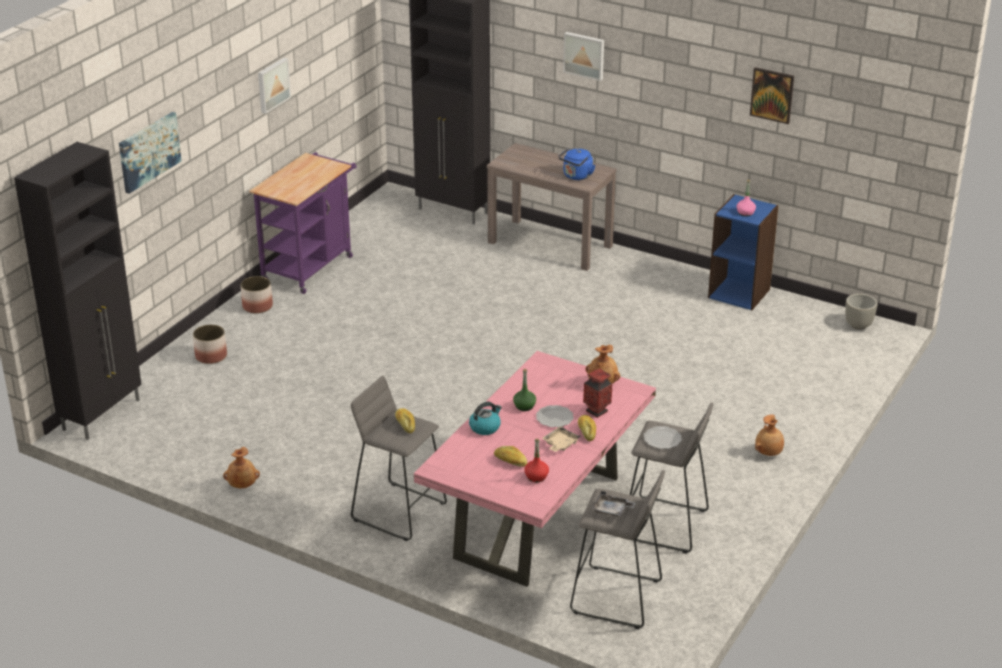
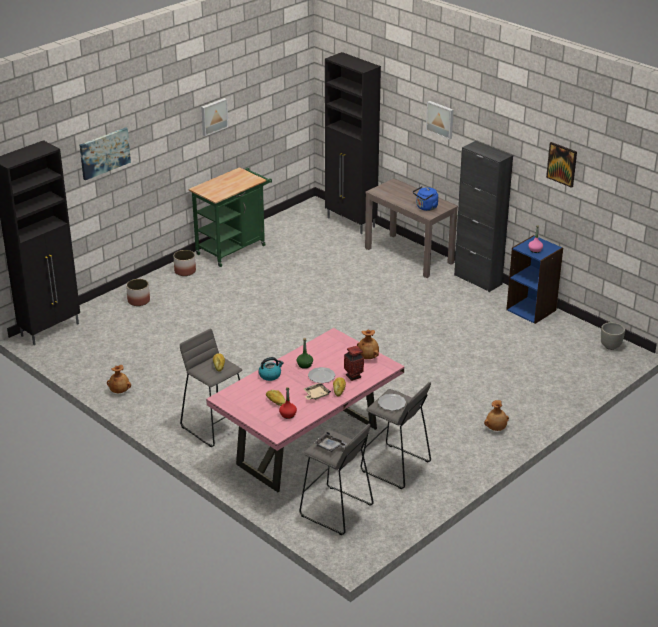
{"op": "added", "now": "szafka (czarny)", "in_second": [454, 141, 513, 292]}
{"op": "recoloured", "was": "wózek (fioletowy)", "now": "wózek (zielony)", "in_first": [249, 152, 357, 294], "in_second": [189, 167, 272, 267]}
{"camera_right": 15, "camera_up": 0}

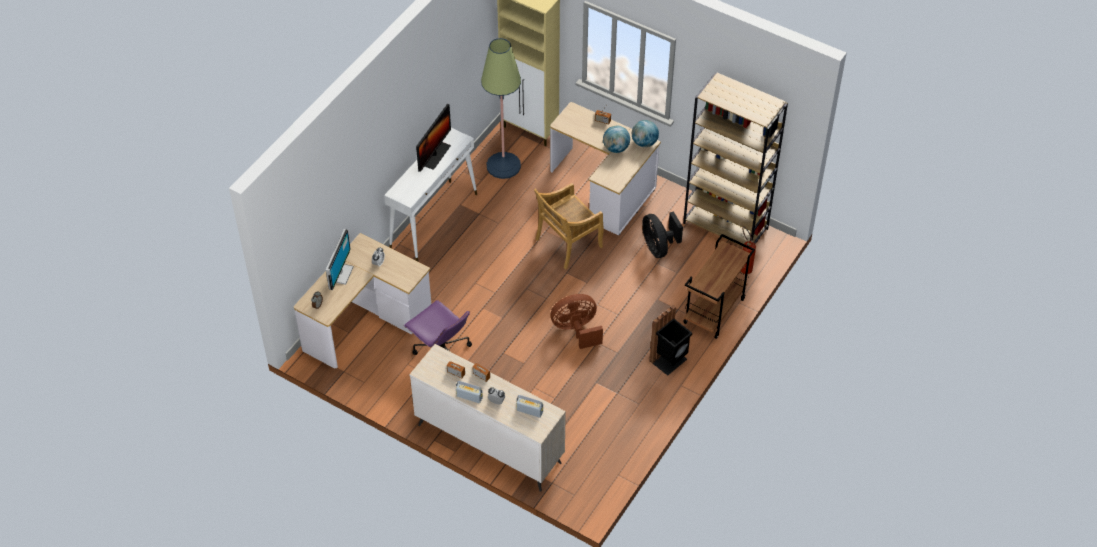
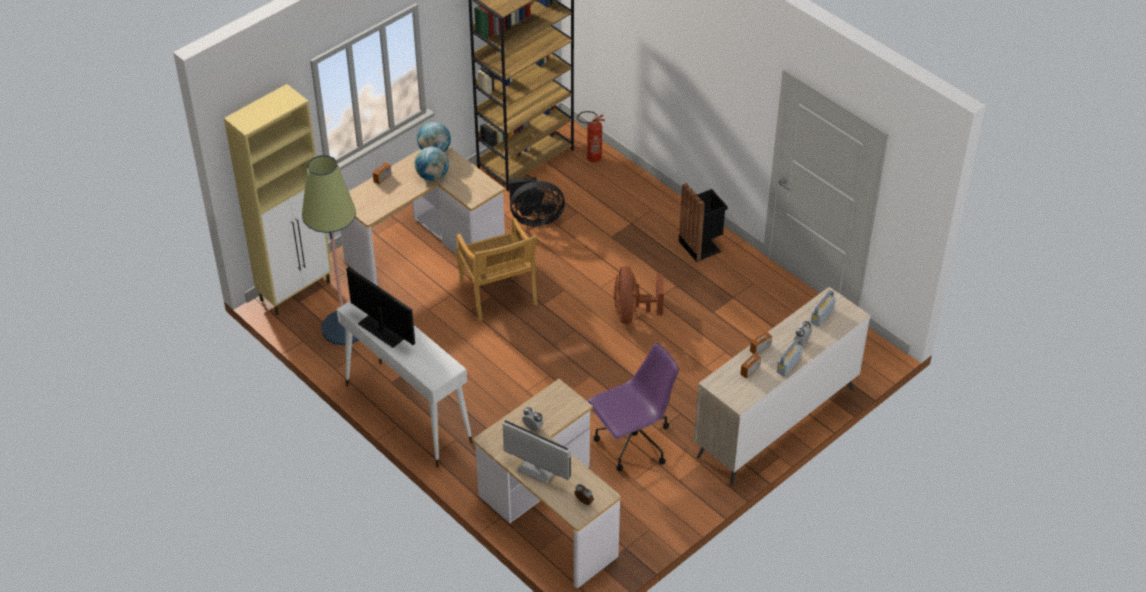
{"op": "removed", "was": "wózek (brązowy)", "in_first": [683, 234, 755, 339]}
{"camera_right": -75, "camera_up": -5}

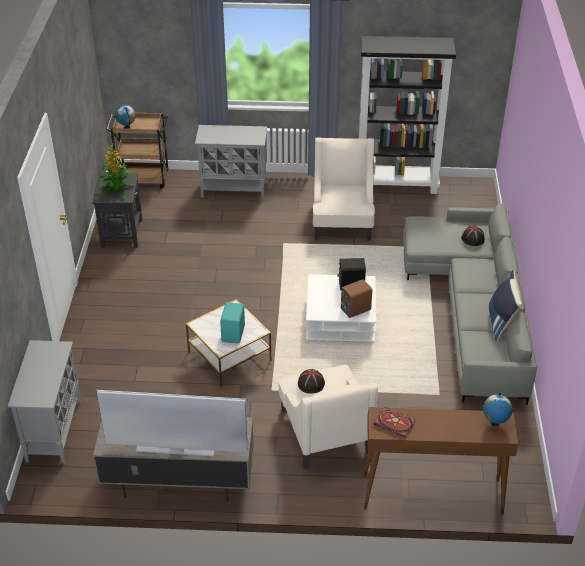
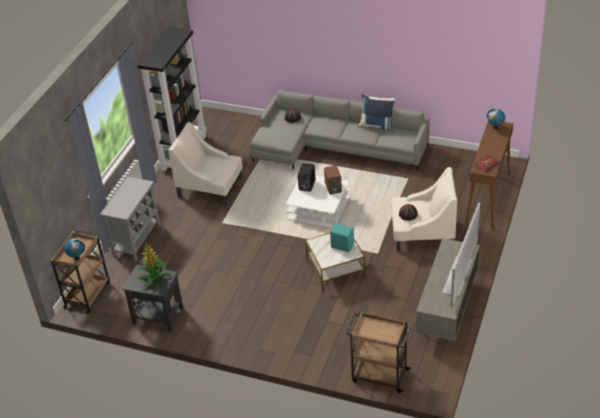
{"op": "replaced", "was": "szafka (szary)", "now": "wózek (brązowy)", "in_first": [7, 340, 82, 464], "in_second": [346, 311, 411, 393]}
{"camera_right": -70, "camera_up": 0}

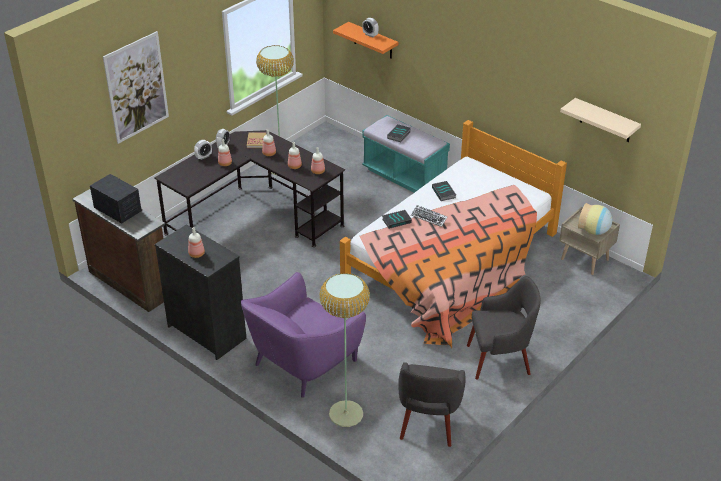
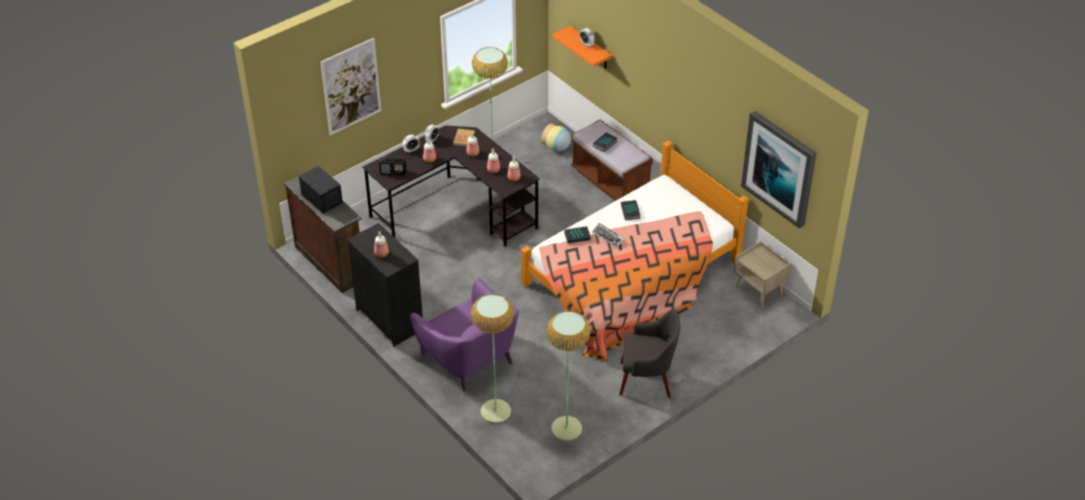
{"op": "added", "now": "radio", "in_second": [379, 157, 406, 176]}
{"op": "moved", "was": "wazon", "in_first": [578, 203, 612, 235], "in_second": [541, 123, 571, 151]}
{"op": "replaced", "was": "fotel (szary)", "now": "lampa stojąca", "in_first": [398, 362, 466, 447], "in_second": [547, 311, 591, 441]}
{"op": "replaced", "was": "półka (beżowy)", "now": "obraz", "in_first": [560, 98, 641, 142], "in_second": [741, 111, 816, 229]}
{"op": "recoloured", "was": "ławka (turkusowy)", "now": "ławka (brązowy)", "in_first": [362, 115, 450, 193], "in_second": [571, 120, 653, 201]}
{"op": "turned", "was": "fotel (fioletowy)", "in_first": [241, 272, 366, 398], "in_second": [410, 278, 519, 391], "clockwise": -90}
{"camera_right": 10, "camera_up": 5}

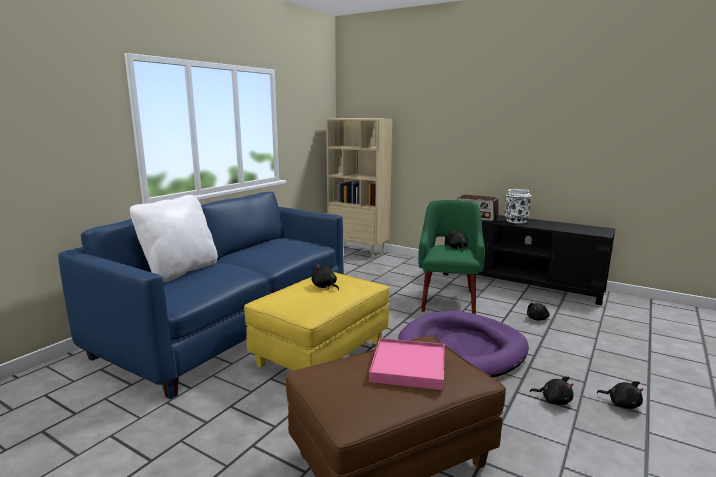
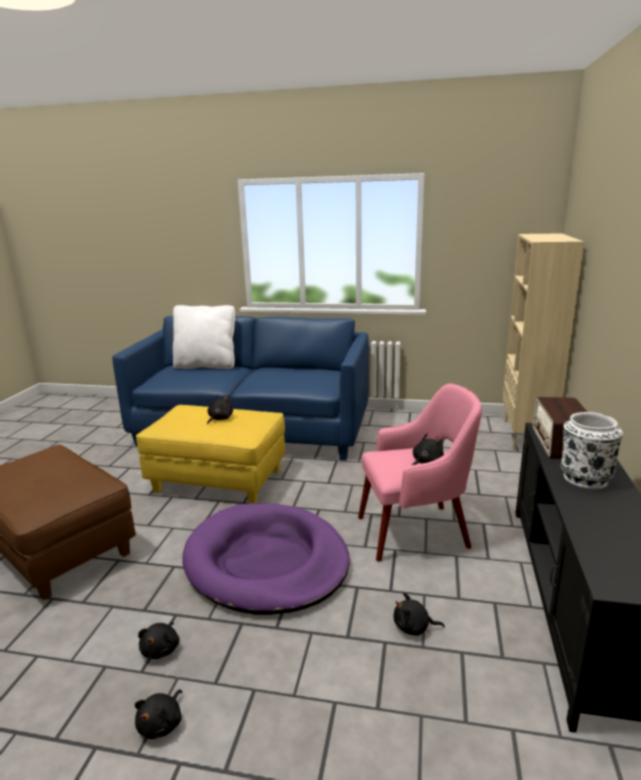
{"op": "removed", "was": "taca (różowy)", "in_first": [369, 338, 445, 390]}
{"op": "recoloured", "was": "fotel (zielony)", "now": "fotel (różowy)", "in_first": [418, 200, 485, 314], "in_second": [358, 383, 482, 562]}
{"camera_right": 70, "camera_up": 5}

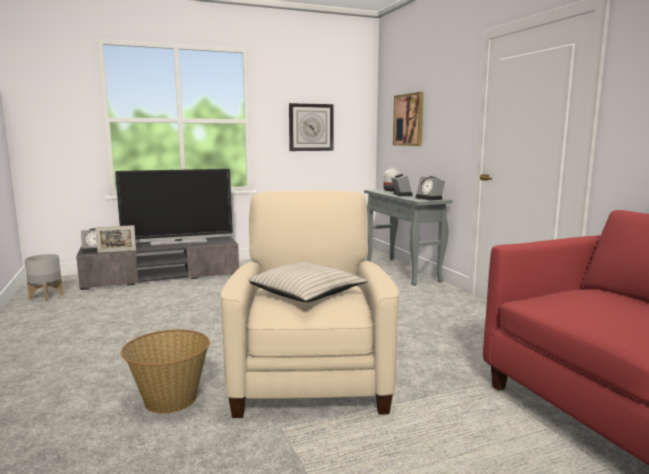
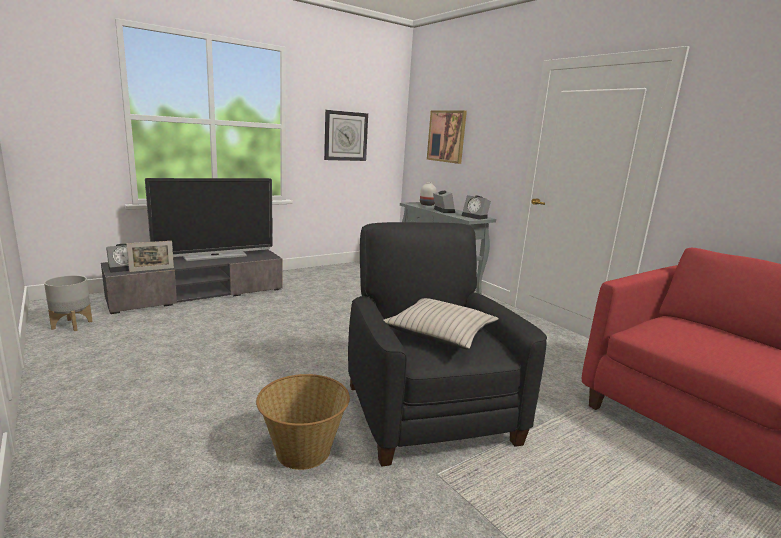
{"op": "recoloured", "was": "fotel (beżowy)", "now": "fotel (czarny)", "in_first": [220, 191, 399, 418], "in_second": [348, 222, 547, 467]}
{"camera_right": -15, "camera_up": 5}

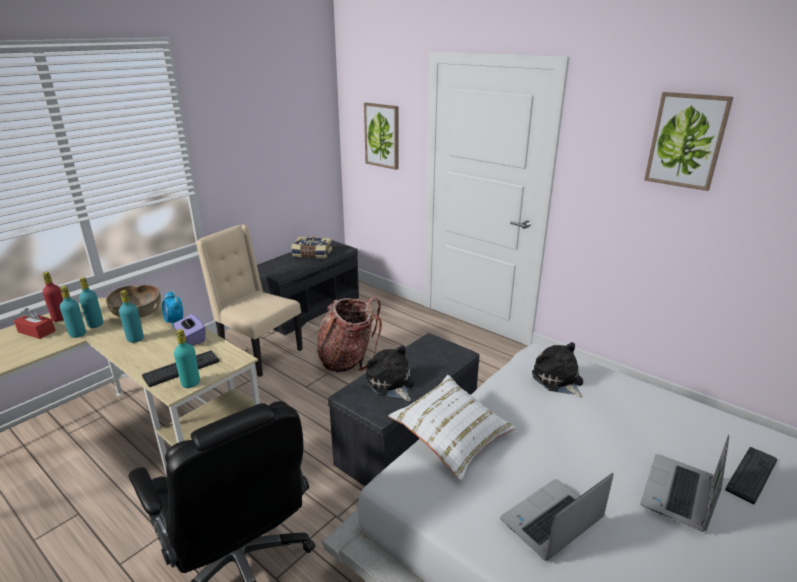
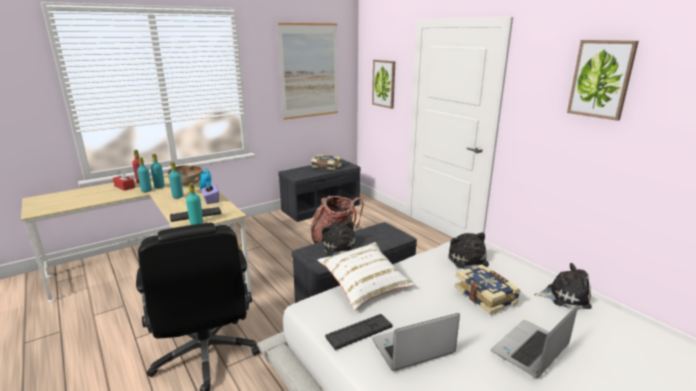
{"op": "removed", "was": "krzesło (beżowy)", "in_first": [196, 224, 303, 377]}
{"op": "added", "now": "obraz", "in_second": [278, 23, 338, 120]}
{"op": "added", "now": "książka", "in_second": [454, 264, 520, 315]}
{"op": "added", "now": "pluszak", "in_second": [534, 263, 592, 310]}
{"op": "moved", "was": "klawiatura", "in_first": [725, 447, 778, 504], "in_second": [325, 314, 392, 350]}
{"camera_right": 15, "camera_up": -5}

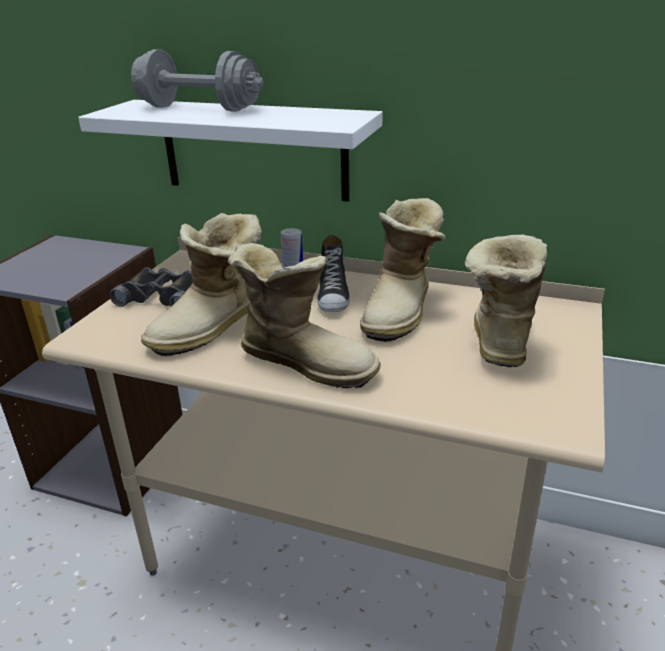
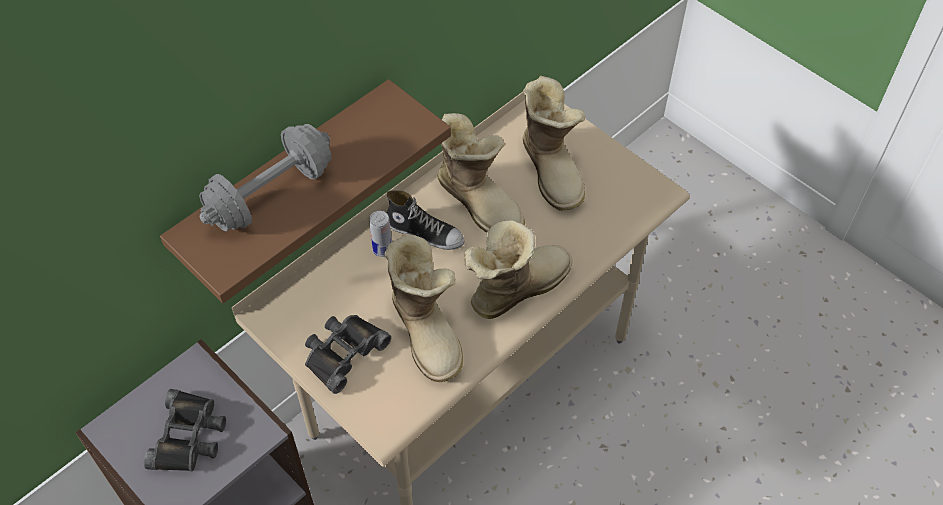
{"op": "added", "now": "lornetka (czarny)", "in_second": [144, 389, 226, 471]}
{"op": "recoloured", "was": "półka (biały)", "now": "półka (brązowy)", "in_first": [78, 100, 383, 202], "in_second": [160, 79, 451, 303]}
{"op": "turned", "was": "but z cholewką", "in_first": [465, 235, 547, 367], "in_second": [523, 76, 585, 211], "clockwise": -150}
{"camera_right": -65, "camera_up": 25}

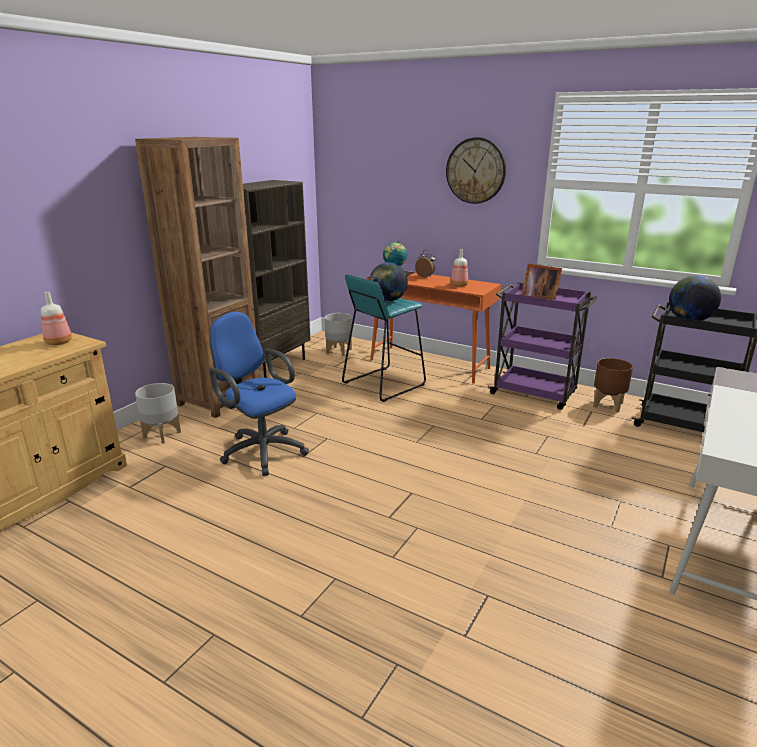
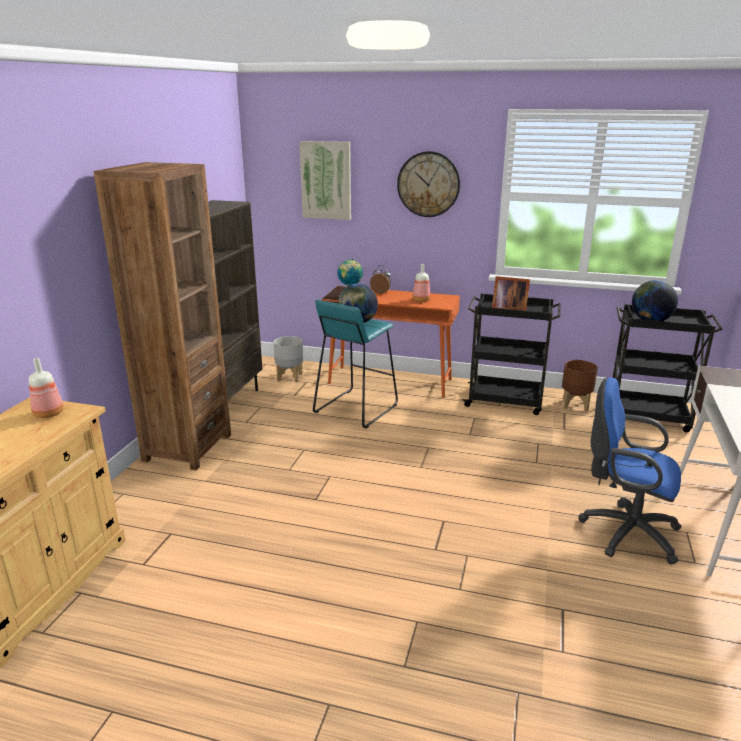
{"op": "removed", "was": "donica (szary)", "in_first": [135, 383, 181, 444]}
{"op": "added", "now": "obraz", "in_second": [299, 141, 351, 220]}
{"op": "moved", "was": "krzesło biurowe (niebieski)", "in_first": [209, 311, 309, 476], "in_second": [578, 377, 682, 565]}
{"op": "recoloured", "was": "wózek (fioletowy)", "now": "wózek (czarny)", "in_first": [488, 282, 598, 410], "in_second": [462, 293, 561, 415]}
{"camera_right": -15, "camera_up": 0}

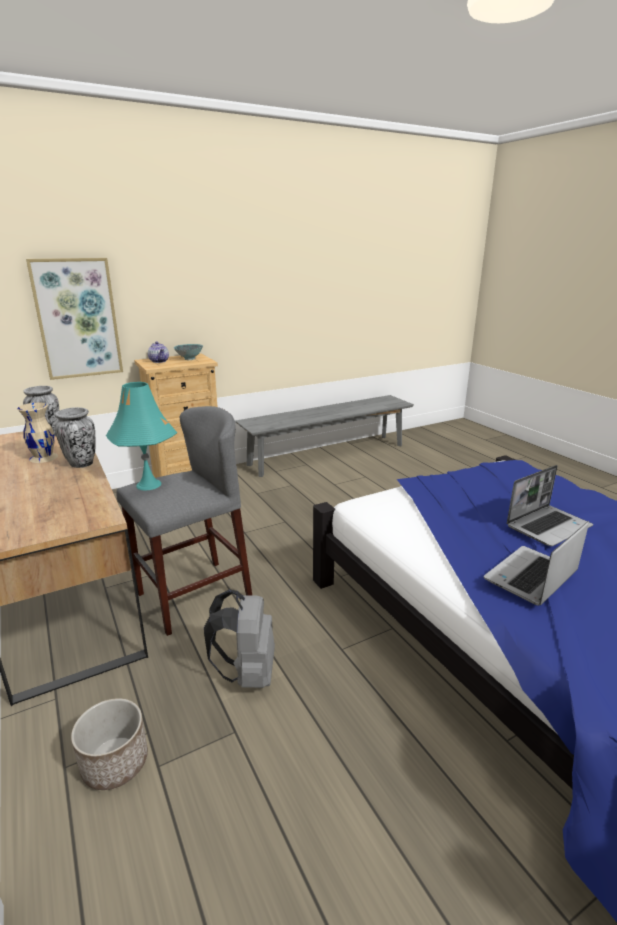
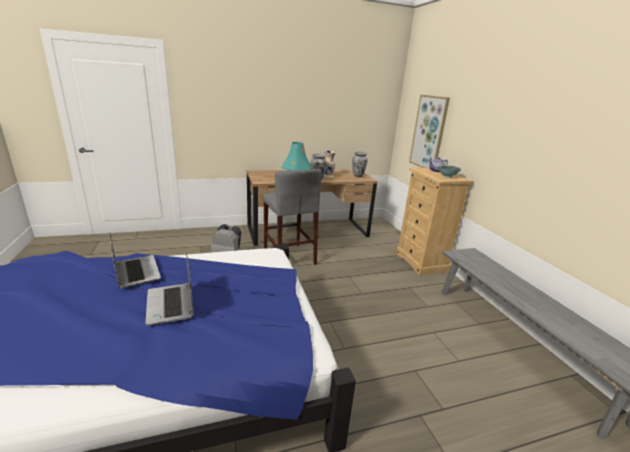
{"op": "removed", "was": "donica", "in_first": [71, 698, 148, 790]}
{"camera_right": 100, "camera_up": 0}

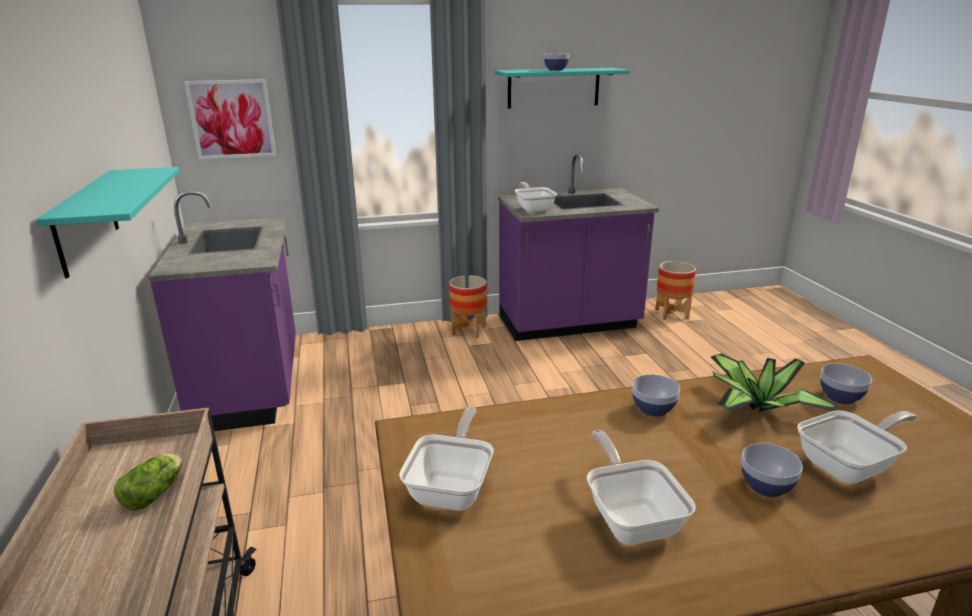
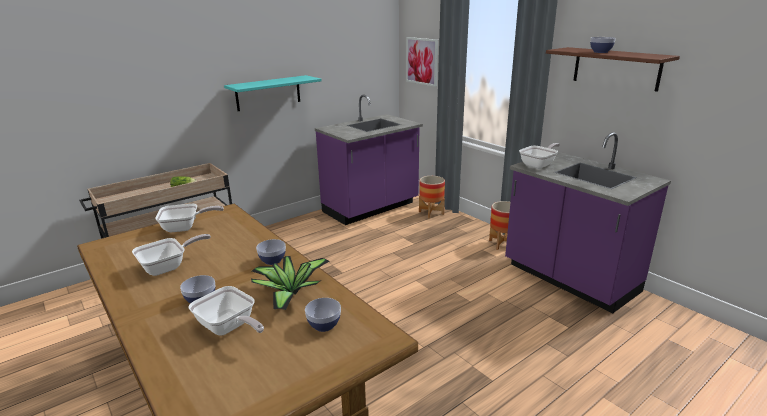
{"op": "moved", "was": "donica", "in_first": [655, 261, 696, 320], "in_second": [419, 176, 445, 219]}
{"op": "recoloured", "was": "półka (turkusowy)", "now": "półka (brązowy)", "in_first": [495, 68, 630, 108], "in_second": [546, 47, 680, 92]}
{"camera_right": 65, "camera_up": 0}

